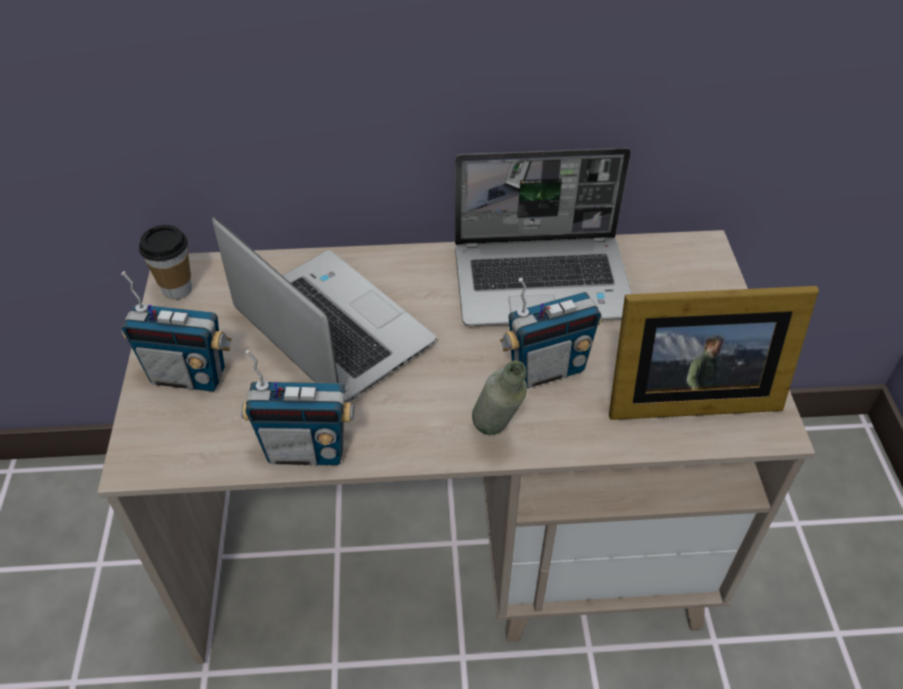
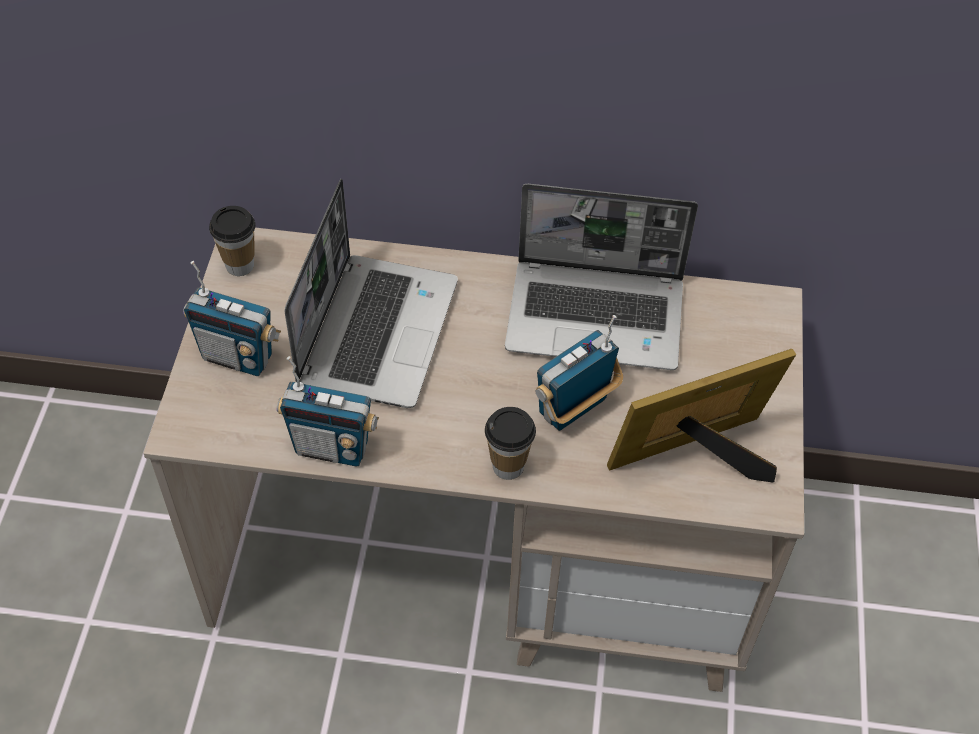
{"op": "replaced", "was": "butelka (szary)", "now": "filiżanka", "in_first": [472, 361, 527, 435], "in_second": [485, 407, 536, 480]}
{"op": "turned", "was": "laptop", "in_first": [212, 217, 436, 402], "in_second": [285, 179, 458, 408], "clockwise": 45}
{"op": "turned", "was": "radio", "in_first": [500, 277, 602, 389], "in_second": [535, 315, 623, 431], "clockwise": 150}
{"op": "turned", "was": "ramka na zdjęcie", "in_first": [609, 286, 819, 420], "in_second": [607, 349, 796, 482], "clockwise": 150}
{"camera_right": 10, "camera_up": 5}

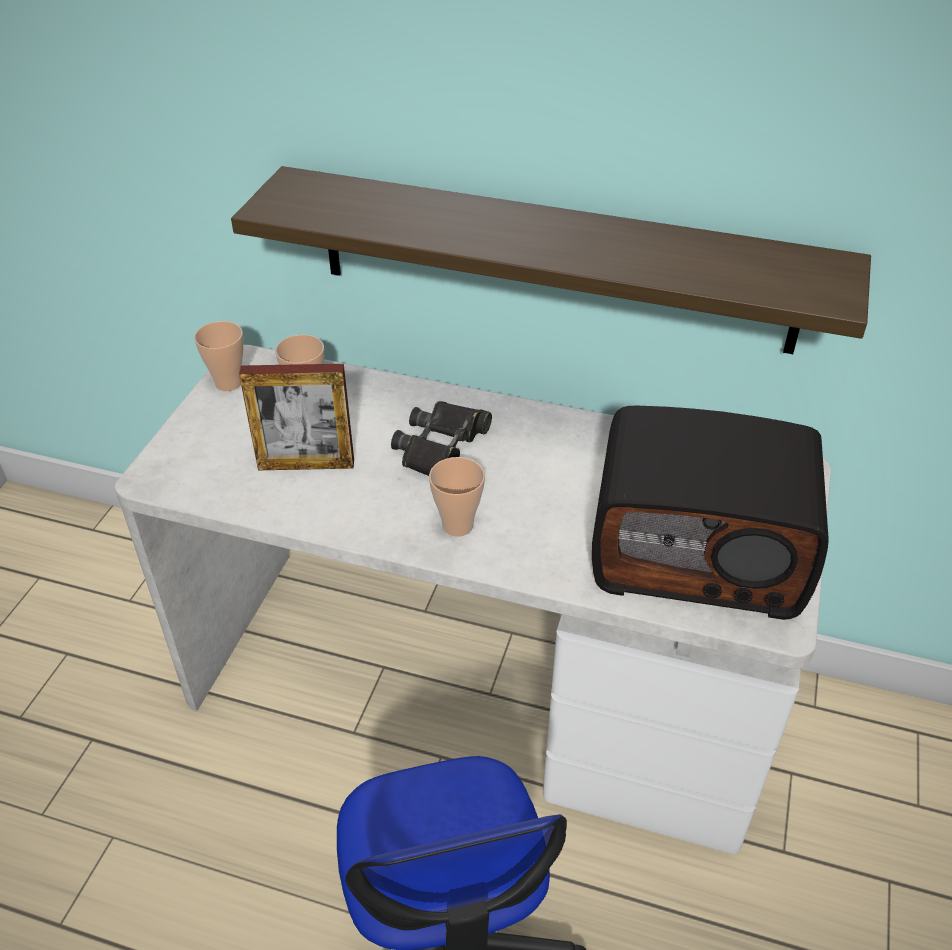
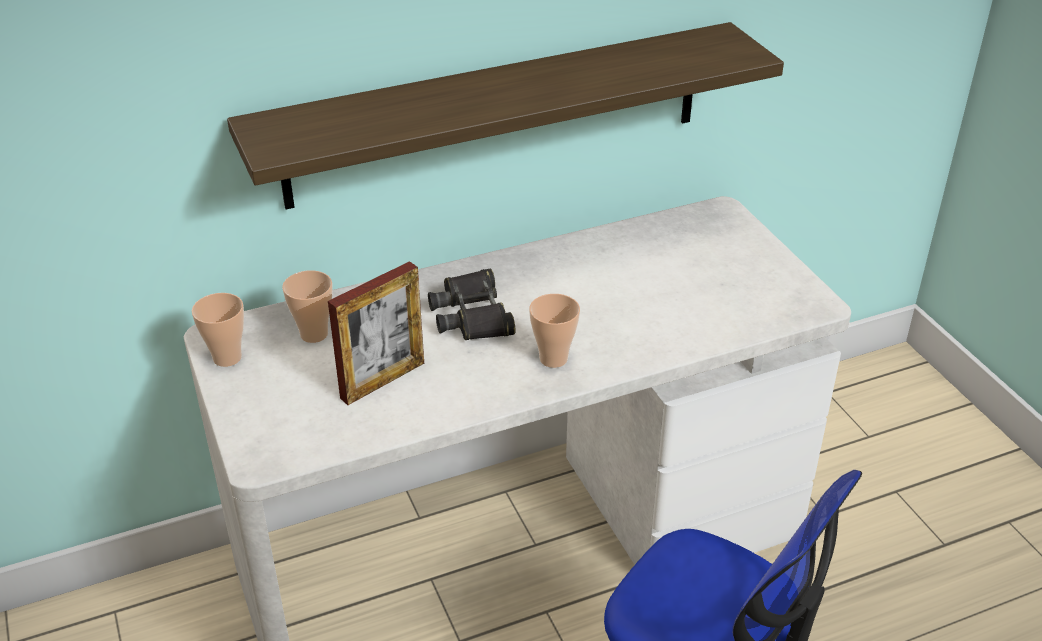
{"op": "removed", "was": "radio", "in_first": [592, 406, 829, 620]}
{"camera_right": -40, "camera_up": -5}

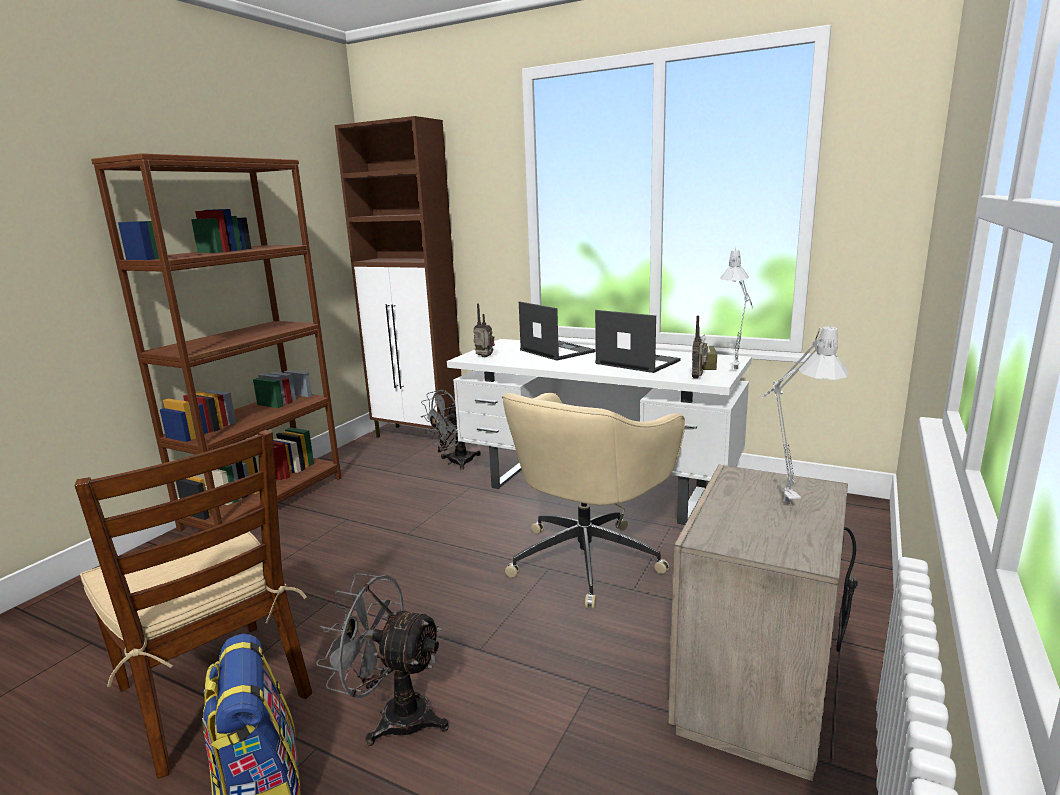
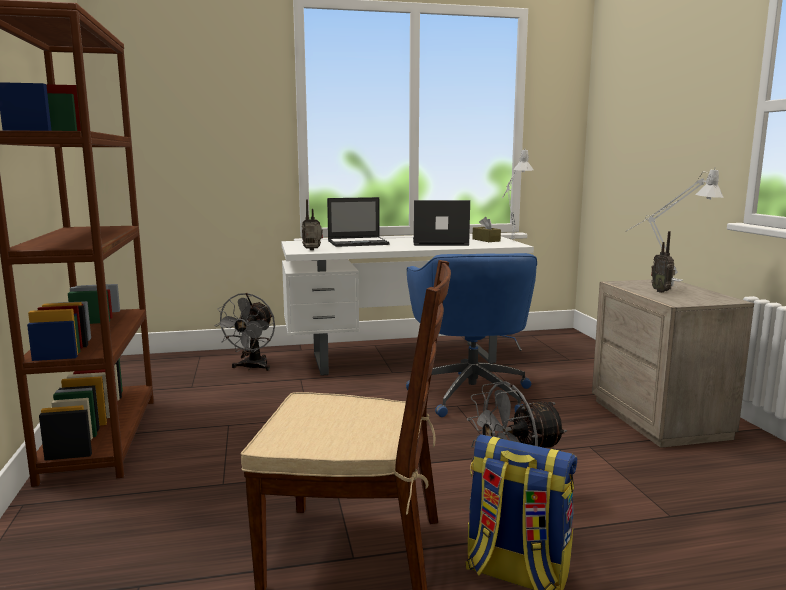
{"op": "removed", "was": "szafka (brązowy)", "in_first": [335, 116, 461, 447]}
{"op": "moved", "was": "radio", "in_first": [692, 316, 708, 379], "in_second": [651, 231, 675, 293]}
{"op": "recoloured", "was": "krzesło biurowe (beżowy)", "now": "krzesło biurowe (niebieski)", "in_first": [502, 393, 685, 609], "in_second": [406, 253, 537, 417]}
{"op": "turned", "was": "laptop", "in_first": [519, 301, 596, 361], "in_second": [327, 197, 390, 247], "clockwise": 150}
{"camera_right": -40, "camera_up": -5}

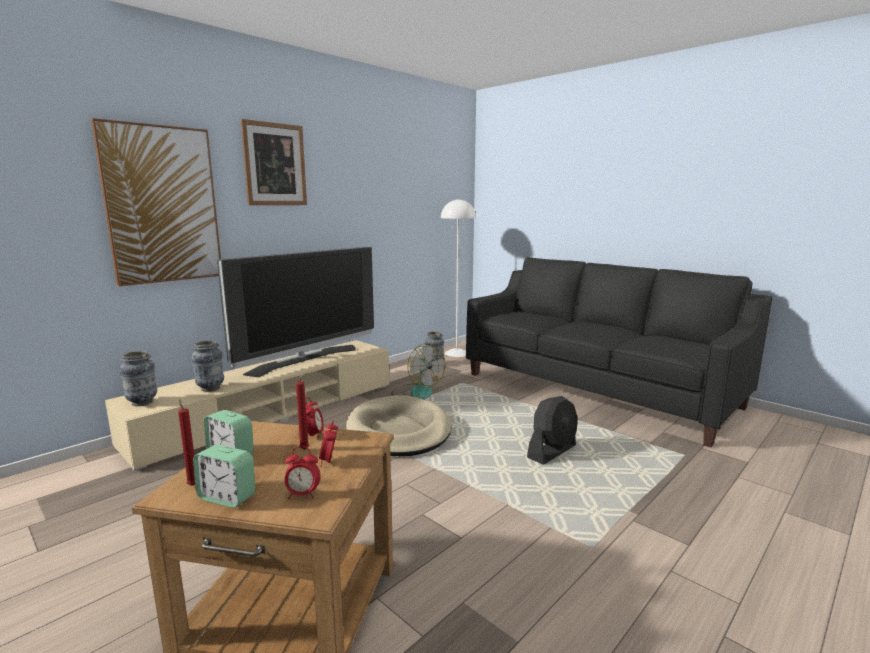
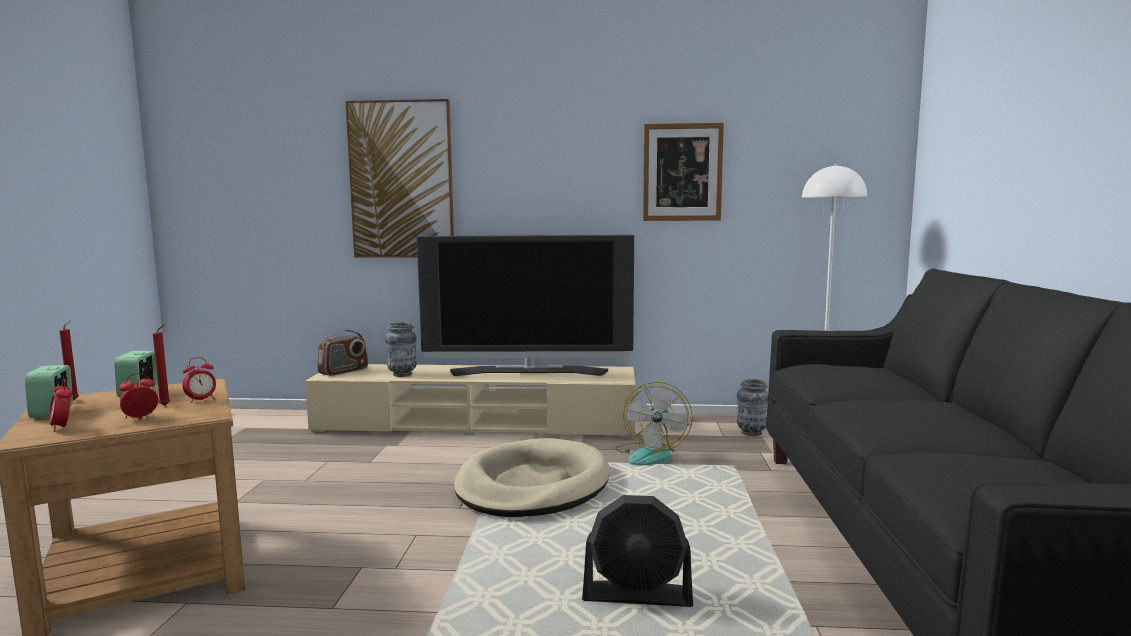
{"op": "moved", "was": "obraz", "in_first": [241, 119, 307, 205], "in_second": [643, 123, 724, 221]}
{"op": "replaced", "was": "wazon", "now": "radio", "in_first": [119, 351, 157, 406], "in_second": [317, 330, 368, 376]}
{"camera_right": 50, "camera_up": -5}

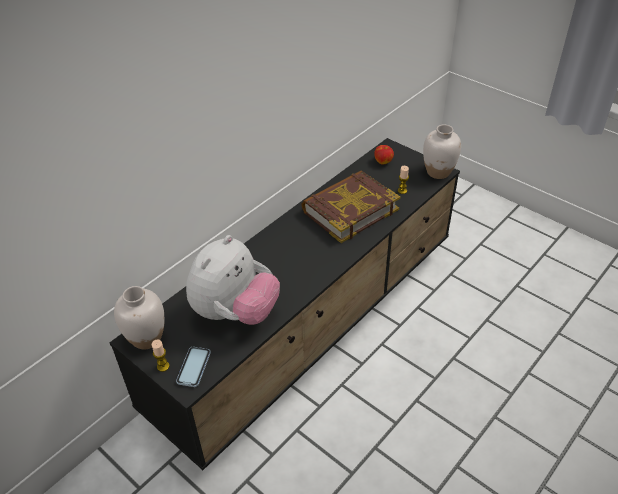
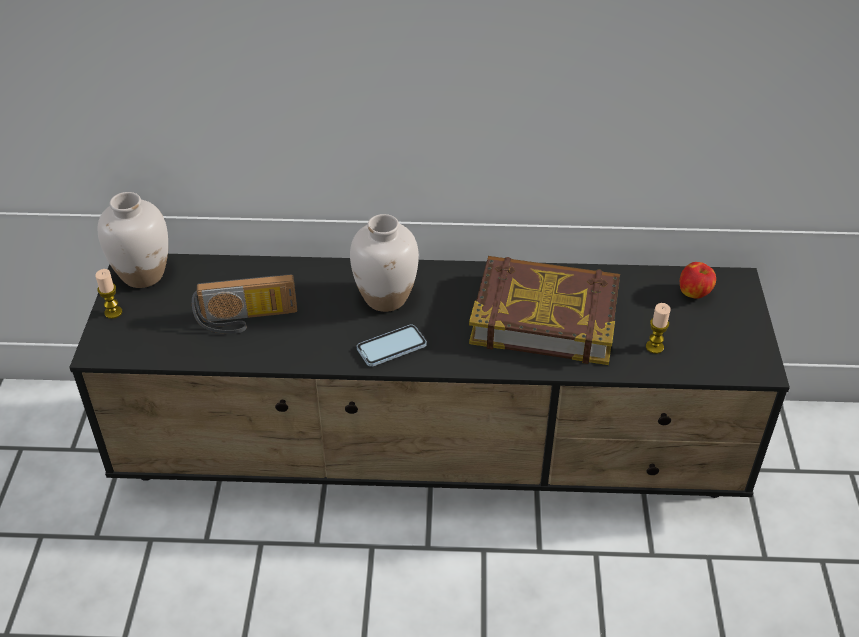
{"op": "moved", "was": "telefon", "in_first": [176, 347, 211, 387], "in_second": [357, 325, 427, 367]}
{"op": "moved", "was": "wazon (biały)", "in_first": [423, 124, 461, 179], "in_second": [350, 214, 419, 312]}
{"op": "replaced", "was": "pluszak", "now": "radio", "in_first": [186, 235, 280, 325], "in_second": [192, 274, 297, 334]}
{"camera_right": 50, "camera_up": 0}

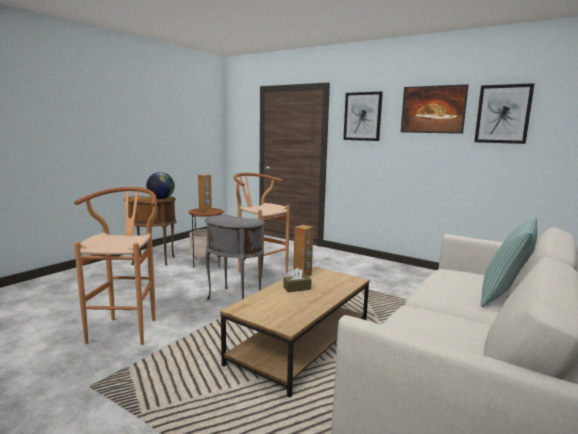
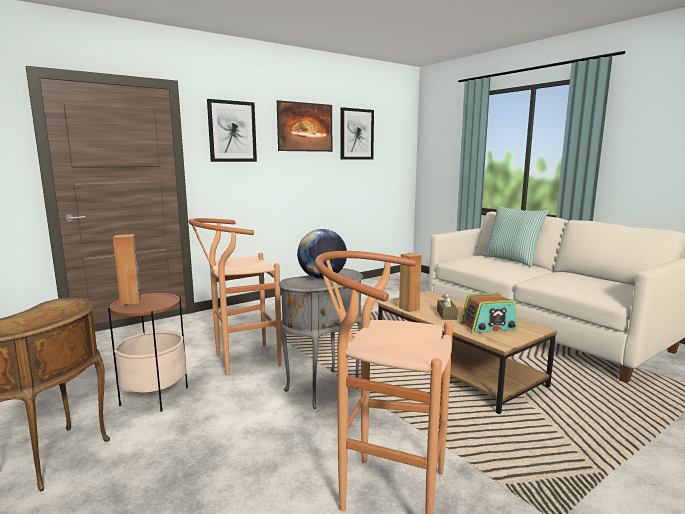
{"op": "added", "now": "radio", "in_second": [460, 293, 519, 333]}
{"op": "moved", "was": "globus", "in_first": [146, 172, 175, 199], "in_second": [297, 229, 347, 279]}
{"camera_right": -70, "camera_up": 0}

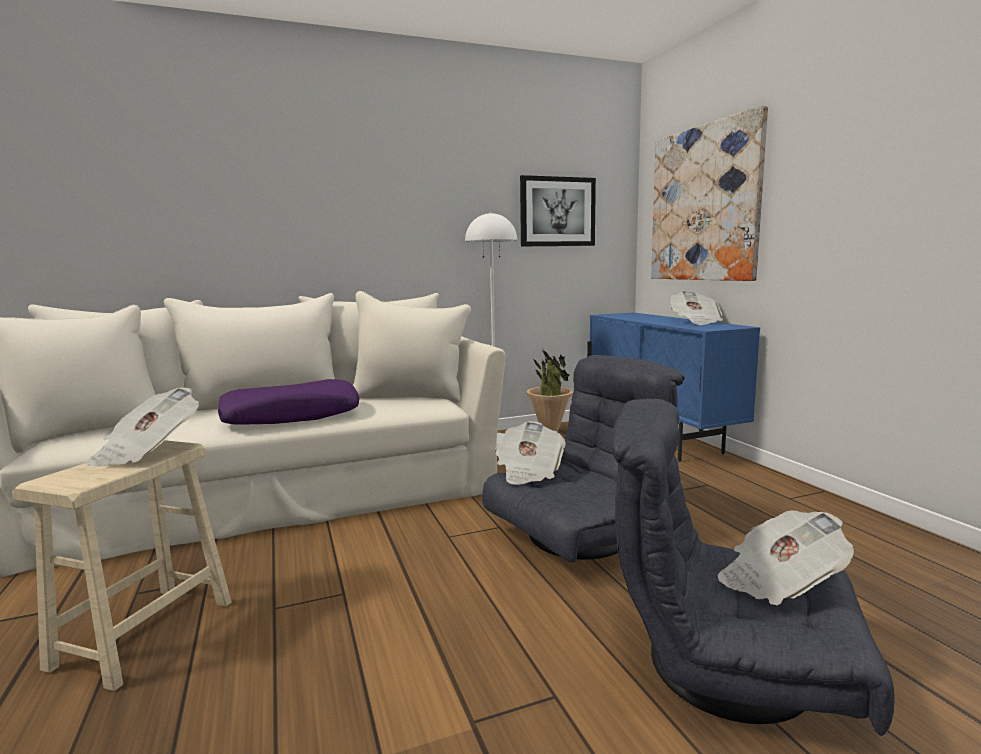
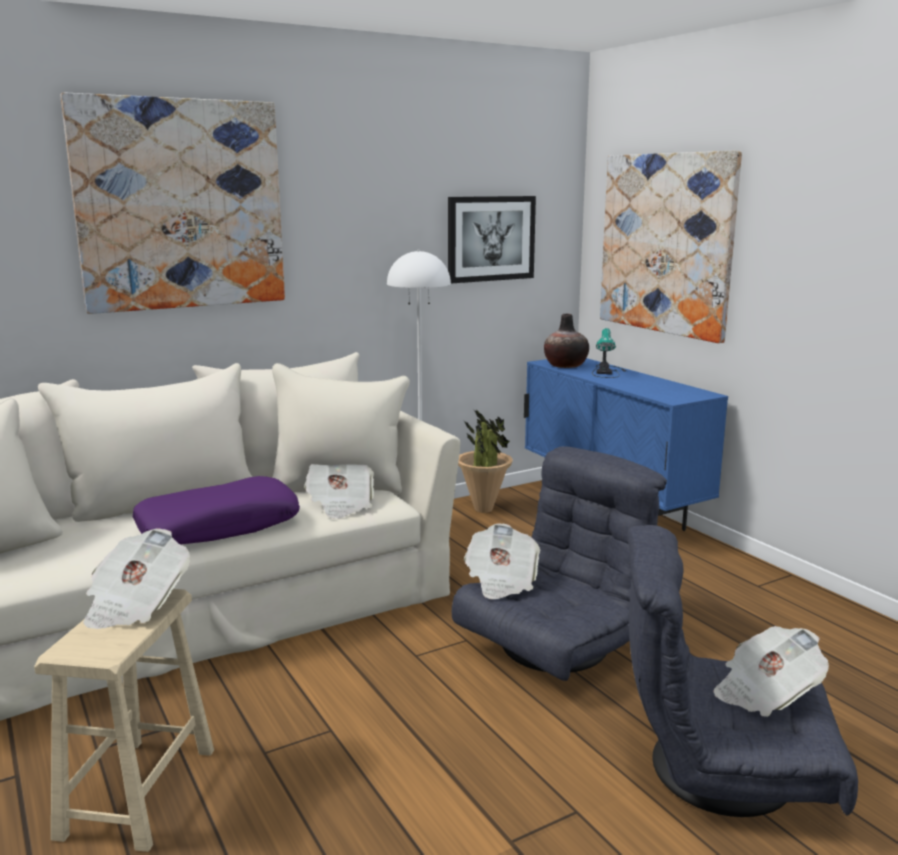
{"op": "added", "now": "obraz", "in_second": [61, 93, 285, 314]}
{"op": "added", "now": "wazon", "in_second": [544, 314, 589, 368]}
{"op": "added", "now": "lampa stołowa", "in_second": [592, 328, 626, 378]}
{"op": "moved", "was": "gazeta", "in_first": [670, 291, 723, 325], "in_second": [304, 464, 374, 519]}
{"camera_right": -10, "camera_up": 5}

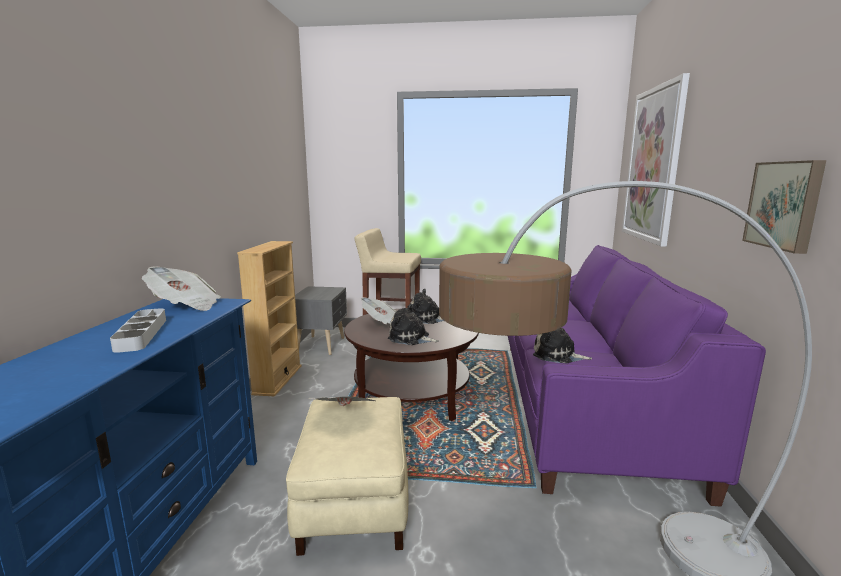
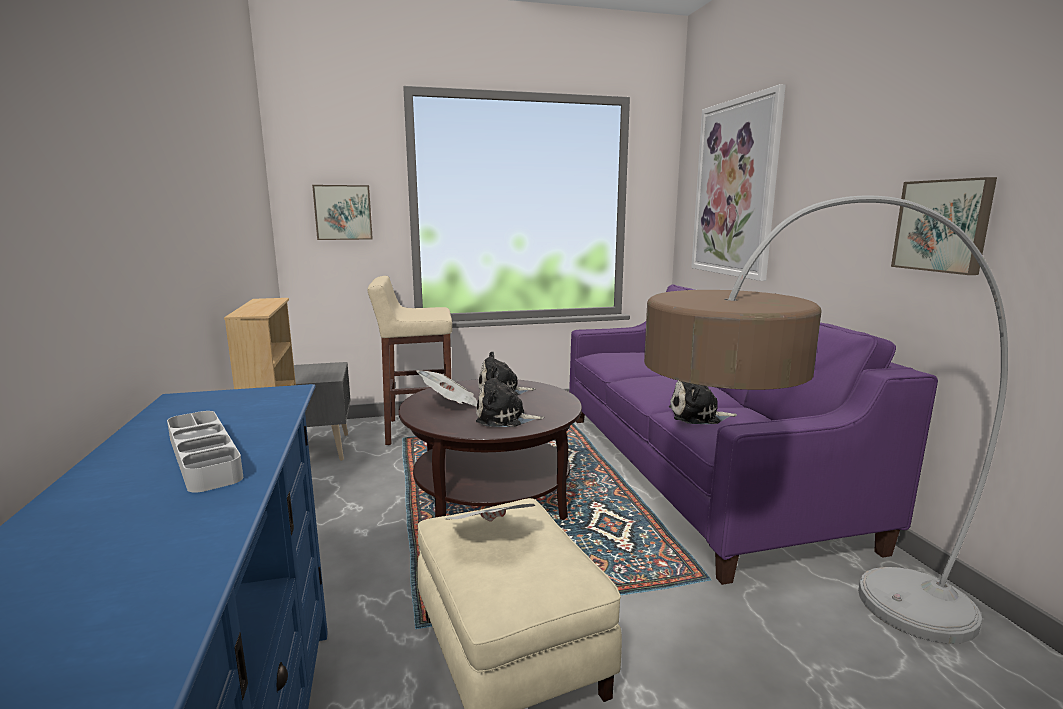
{"op": "removed", "was": "gazeta", "in_first": [142, 266, 221, 311]}
{"op": "added", "now": "obraz", "in_second": [312, 185, 373, 240]}
{"camera_right": -20, "camera_up": 0}

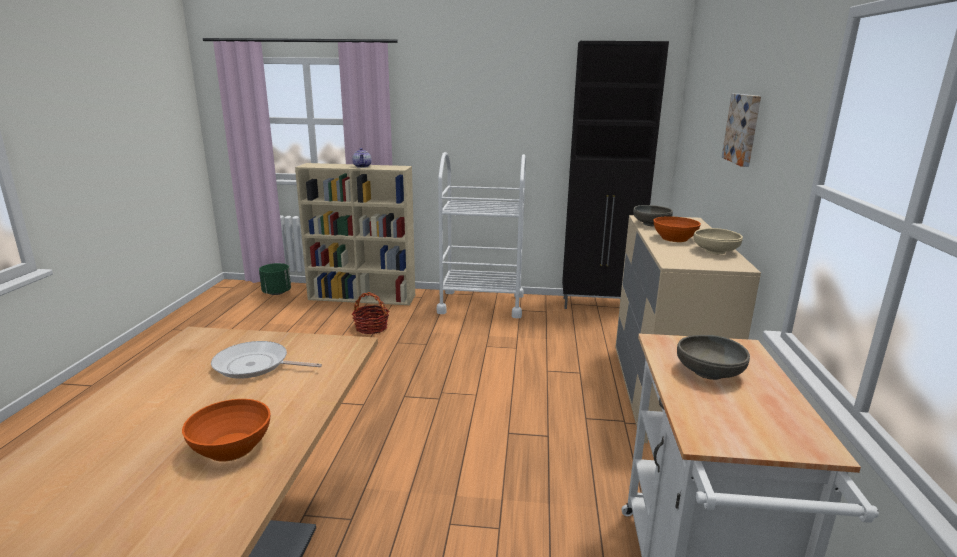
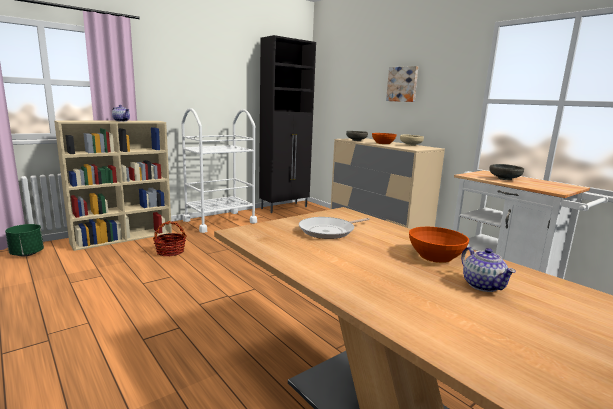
{"op": "added", "now": "imbryk", "in_second": [461, 247, 516, 292]}
{"camera_right": -45, "camera_up": -5}

